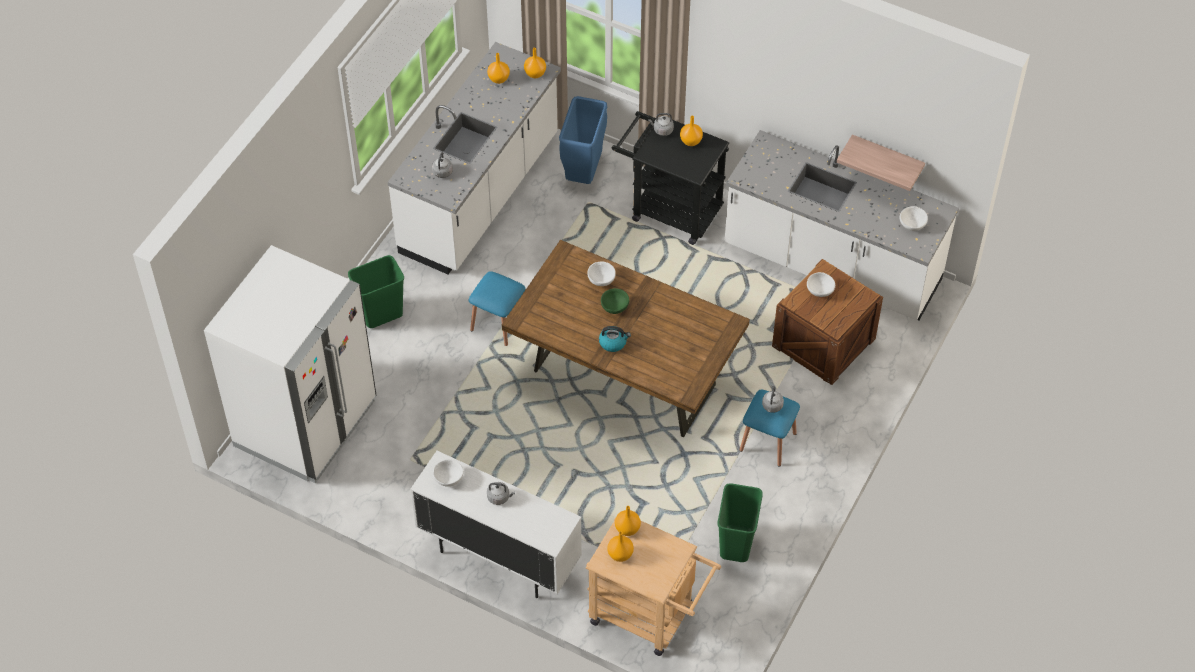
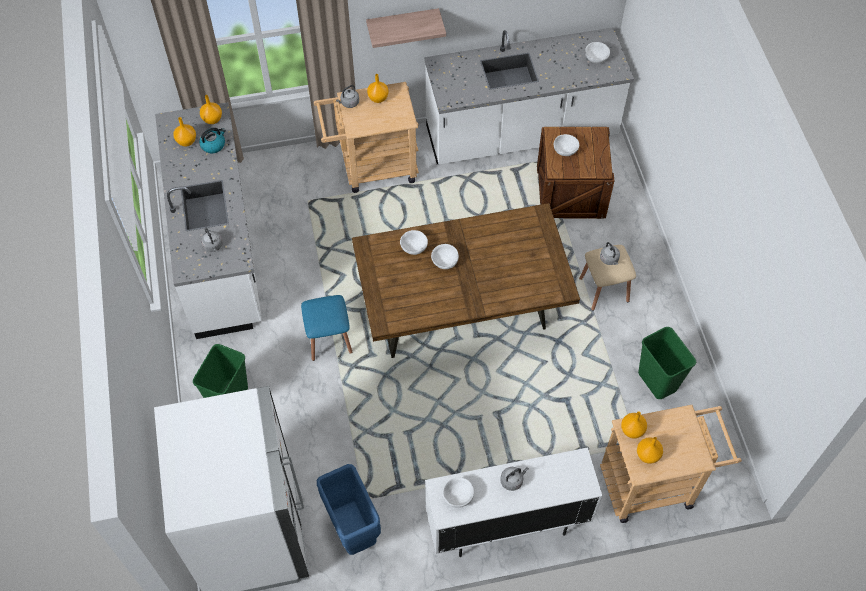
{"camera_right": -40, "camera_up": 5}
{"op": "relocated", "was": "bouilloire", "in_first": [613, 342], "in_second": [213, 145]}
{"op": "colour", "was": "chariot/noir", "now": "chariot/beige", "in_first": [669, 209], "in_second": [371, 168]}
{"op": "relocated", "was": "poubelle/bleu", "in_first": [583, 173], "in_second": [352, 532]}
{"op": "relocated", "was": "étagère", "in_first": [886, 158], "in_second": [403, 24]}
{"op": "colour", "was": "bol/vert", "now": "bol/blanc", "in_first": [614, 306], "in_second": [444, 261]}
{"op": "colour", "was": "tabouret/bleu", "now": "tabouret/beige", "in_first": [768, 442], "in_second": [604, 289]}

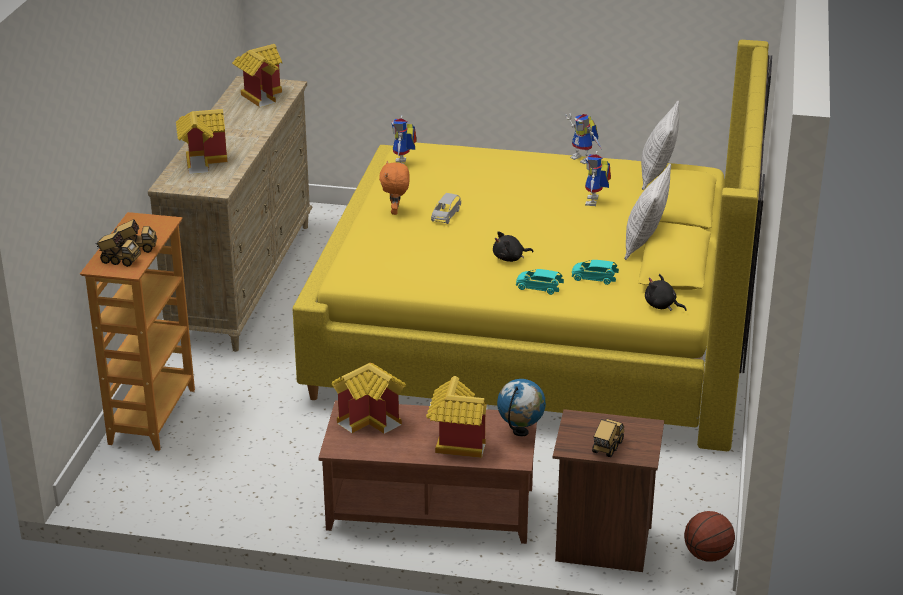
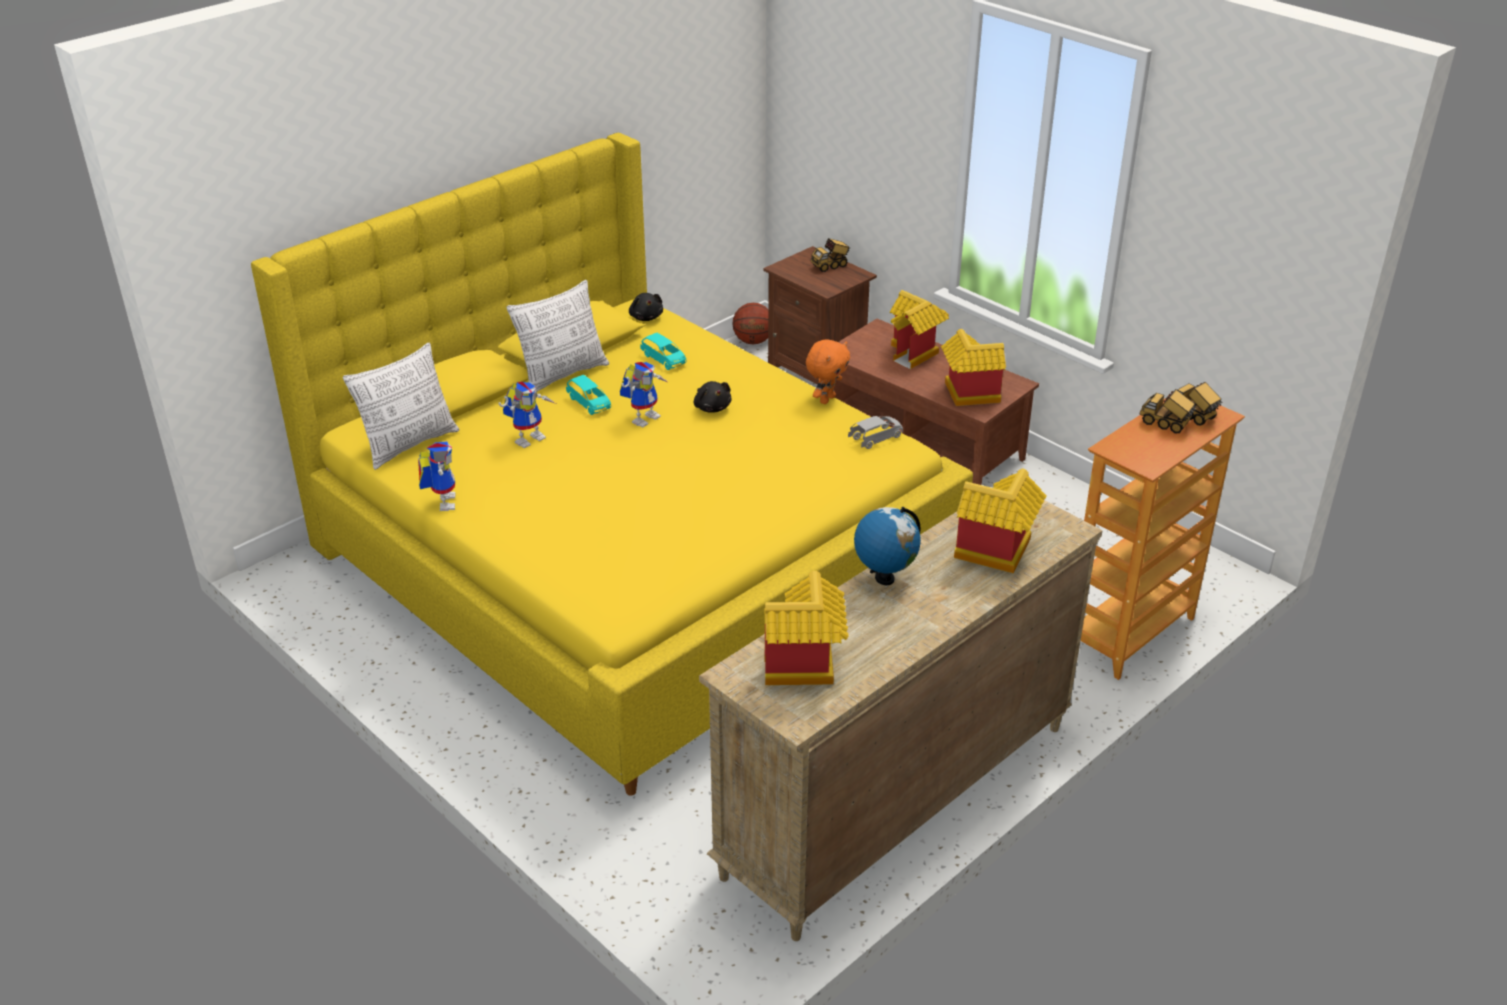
{"camera_right": -145, "camera_up": 5}
{"op": "relocated", "was": "petite voiture/turquoise", "in_first": [539, 288], "in_second": [589, 403]}
{"op": "relocated", "was": "robot jouet", "in_first": [403, 164], "in_second": [644, 417]}
{"op": "spun", "was": "peluche/noir", "in_first": [510, 258], "in_second": [712, 407], "clockwise": 45}
{"op": "relocated", "was": "peluche/orange", "in_first": [395, 211], "in_second": [826, 399]}
{"op": "relocated", "was": "petite voiture/gris", "in_first": [445, 215], "in_second": [876, 438]}
{"op": "relocated", "was": "globe", "in_first": [520, 432], "in_second": [884, 578]}

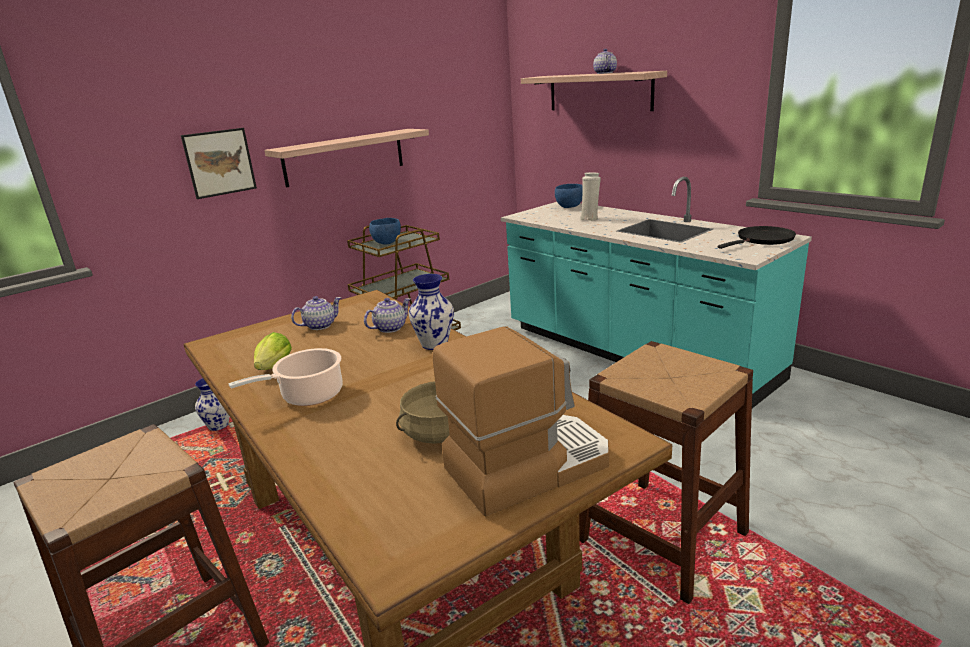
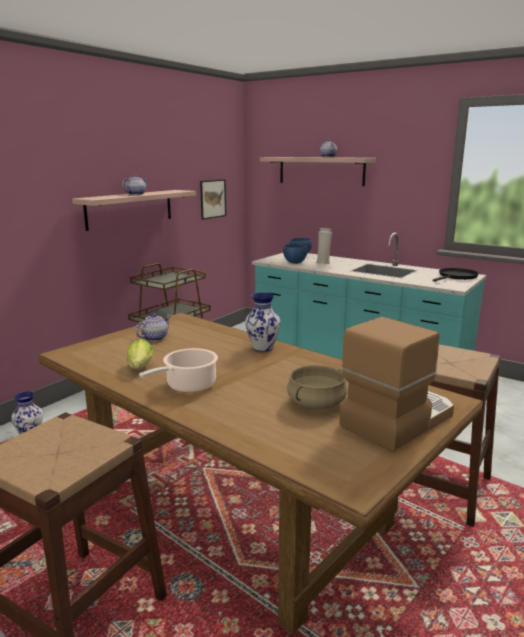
{"camera_right": -15, "camera_up": -5}
{"op": "relocated", "was": "théière", "in_first": [390, 328], "in_second": [136, 194]}
{"op": "relocated", "was": "tableau", "in_first": [219, 162], "in_second": [213, 199]}
{"op": "relocated", "was": "bol/bleu", "in_first": [386, 243], "in_second": [294, 262]}

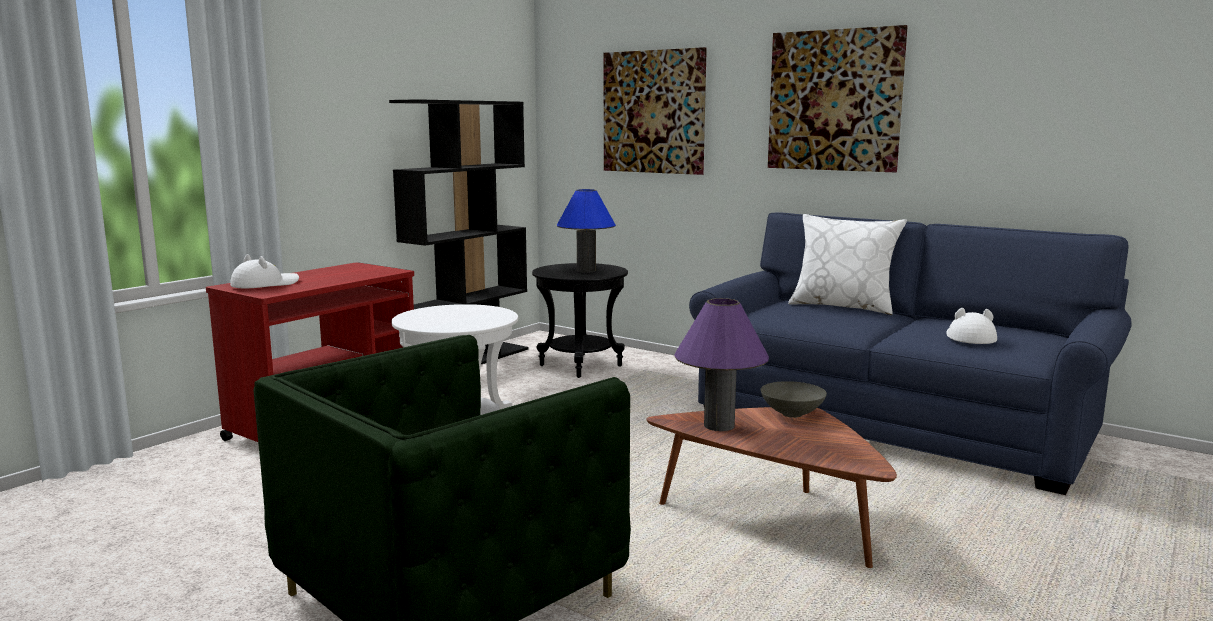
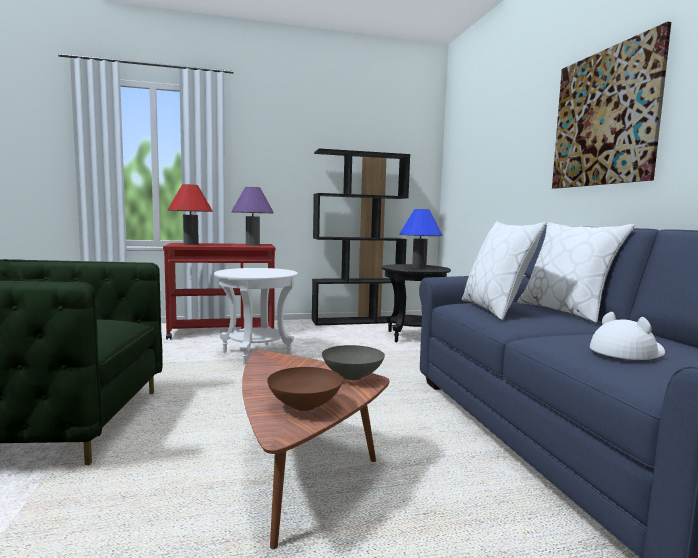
{"camera_right": 40, "camera_up": -5}
{"op": "exchanged", "was": "chapeau/blanc", "now": "lampe de table/rouge", "in_first": [265, 285], "in_second": [191, 244]}
{"op": "relocated", "was": "lampe de table/violet", "in_first": [719, 425], "in_second": [252, 245]}
{"op": "appeared", "now": "bol/marron", "in_second": [303, 406]}
{"op": "appeared", "now": "coussin/blanc", "in_second": [495, 309]}
{"op": "missing", "was": "tableau", "in_first": [653, 112]}

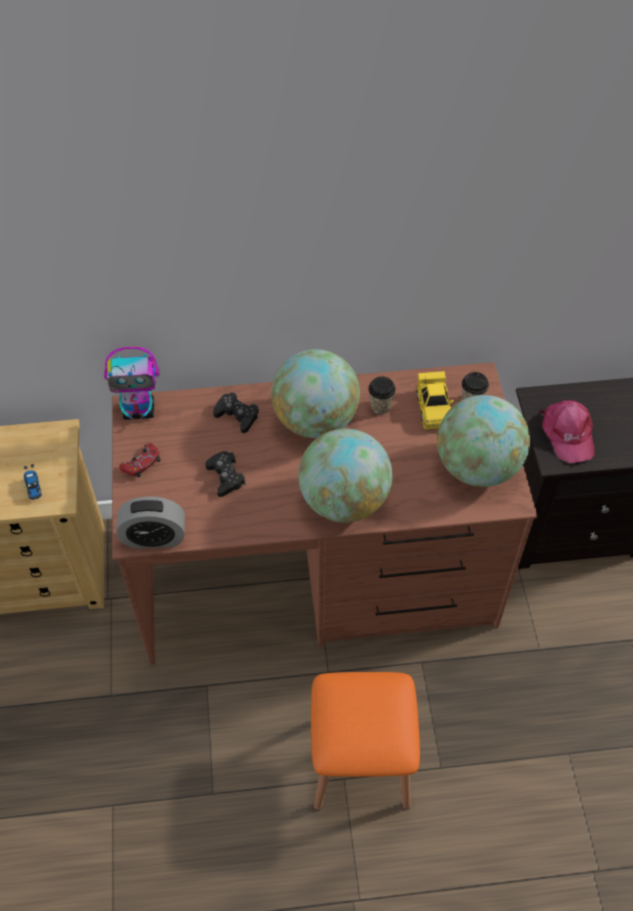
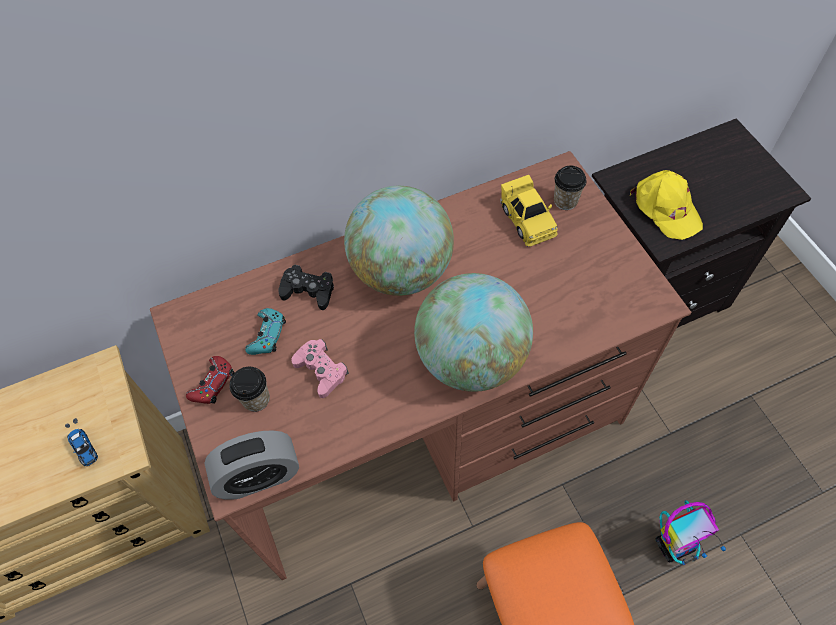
{"camera_right": -15, "camera_up": 5}
{"op": "relocated", "was": "tasse", "in_first": [380, 406], "in_second": [256, 399]}
{"op": "appeared", "now": "manette/turquoise", "in_second": [267, 335]}
{"op": "colour", "was": "manette/noir", "now": "manette/rose", "in_first": [226, 477], "in_second": [321, 370]}
{"op": "colour", "was": "casquette/rose", "now": "casquette/jaune", "in_first": [567, 434], "in_second": [665, 208]}
{"op": "relocated", "was": "robot jouet", "in_first": [140, 410], "in_second": [674, 544]}
{"op": "missing", "was": "globe", "in_first": [477, 466]}

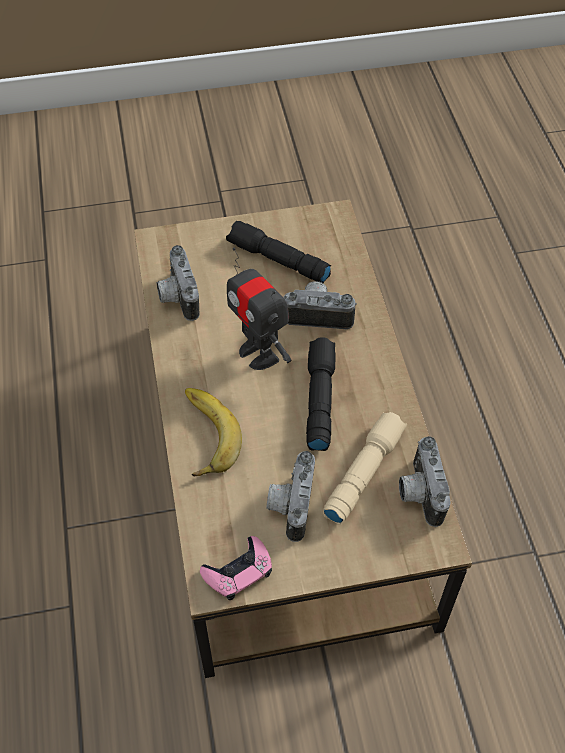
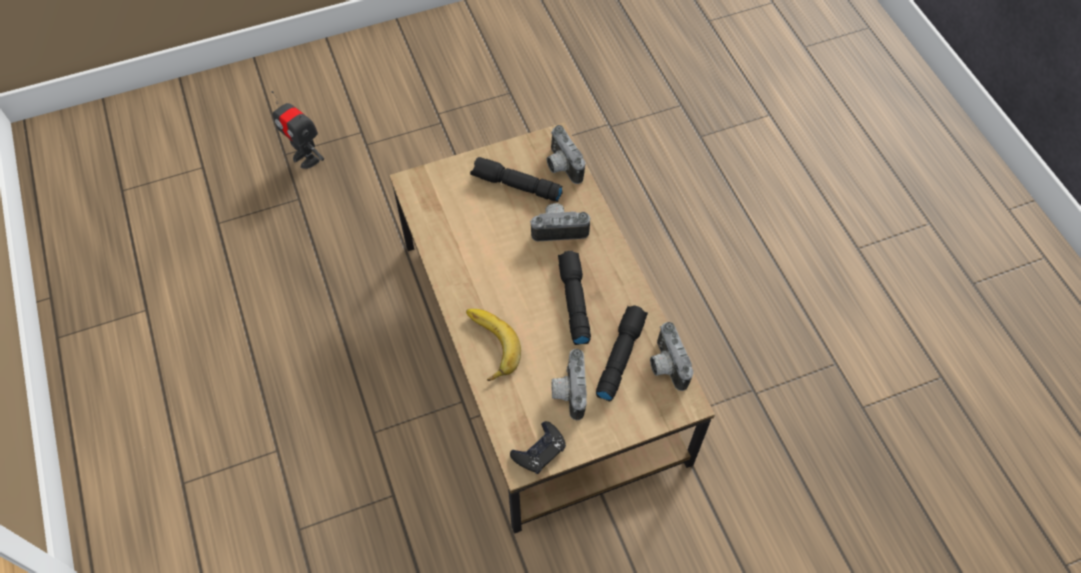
{"camera_right": -10, "camera_up": 5}
{"op": "relocated", "was": "robot jouet", "in_first": [259, 353], "in_second": [306, 158]}
{"op": "colour", "was": "manette/rose", "now": "manette/noir", "in_first": [238, 571], "in_second": [539, 450]}
{"op": "relocated", "was": "appareil photo", "in_first": [177, 297], "in_second": [561, 166]}
{"op": "colour", "was": "lampe de poche/beige", "now": "lampe de poche/noir", "in_first": [363, 472], "in_second": [619, 356]}

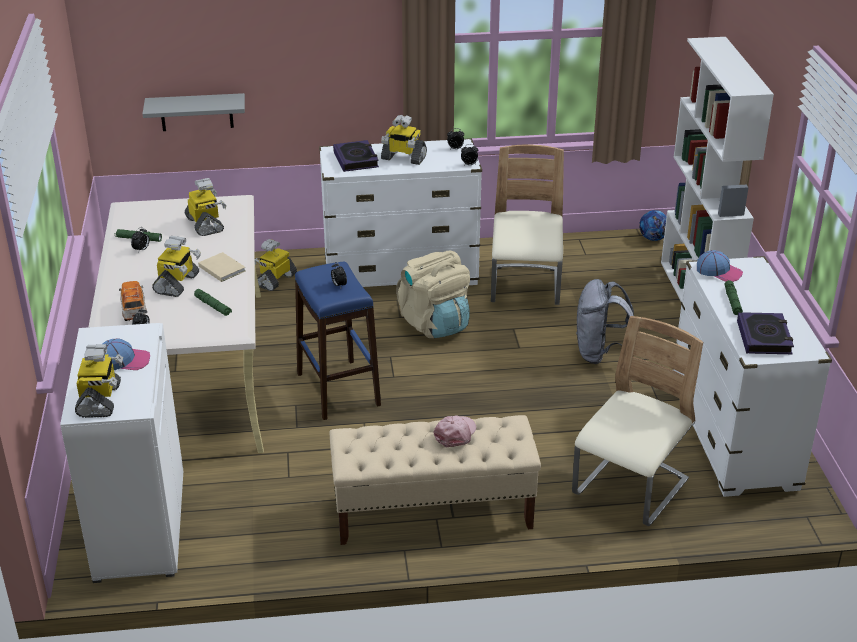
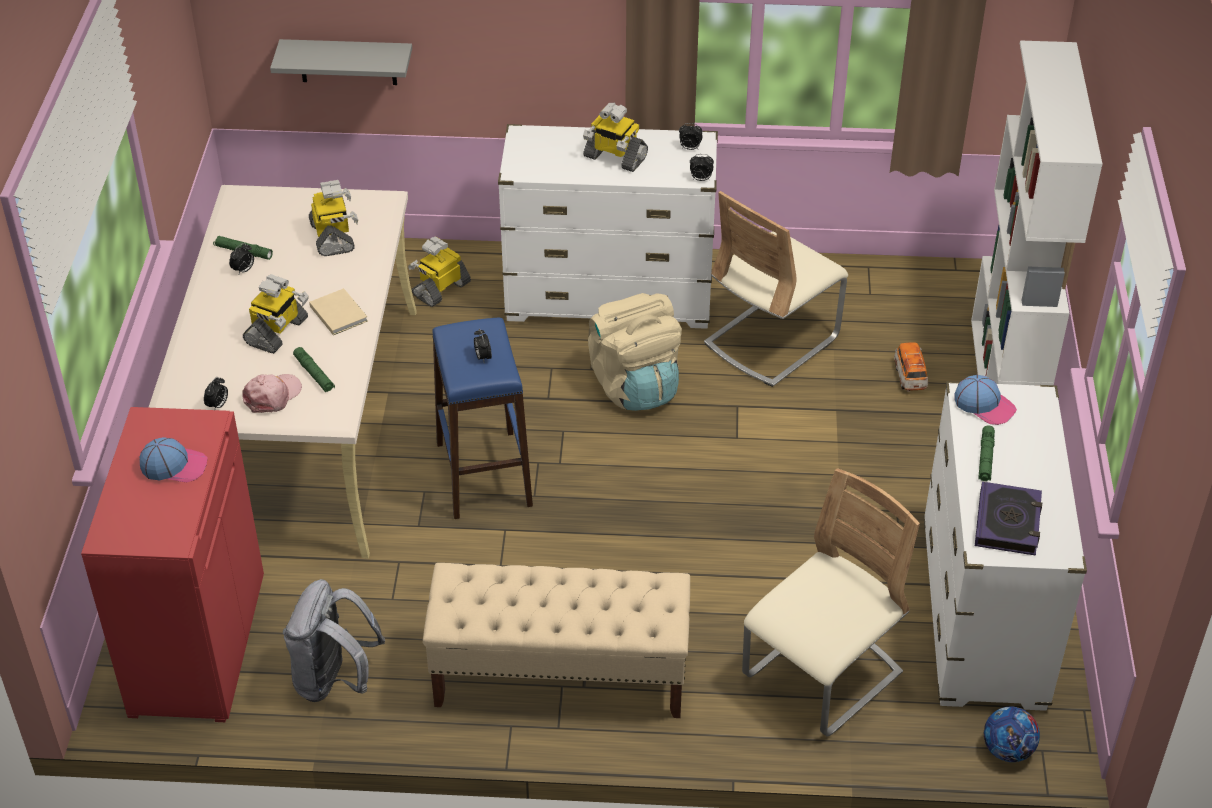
{"camera_right": 10, "camera_up": 10}
{"op": "colour", "was": "meuble de rangement/blanc", "now": "meuble de rangement/rouge", "in_first": [138, 525], "in_second": [196, 643]}
{"op": "relocated", "was": "casquette/rose", "in_first": [455, 433], "in_second": [273, 396]}
{"op": "relocated", "was": "sac à dos/gris", "in_first": [600, 353], "in_second": [334, 680]}
{"op": "spun", "was": "chaise/beige", "in_first": [525, 287], "in_second": [771, 340], "clockwise": -150}
{"op": "relocated", "was": "petite voiture", "in_first": [134, 311], "in_second": [909, 376]}
{"op": "relocated", "was": "ballon de foot", "in_first": [653, 238], "in_second": [1007, 750]}
{"op": "missing", "was": "robot jouet", "in_first": [100, 400]}
{"op": "missing", "was": "livre", "in_first": [356, 159]}

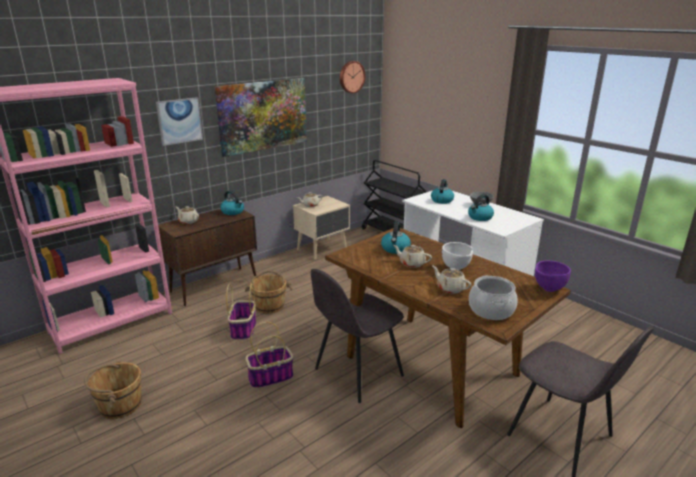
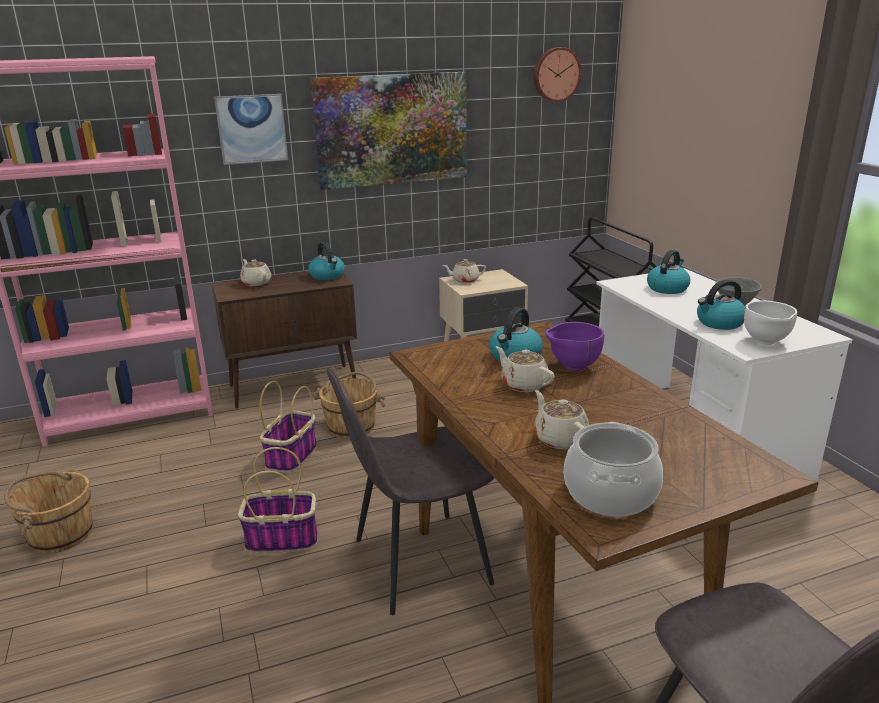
{"camera_right": 20, "camera_up": 0}
{"op": "relocated", "was": "bol/violet", "in_first": [548, 289], "in_second": [572, 367]}
{"op": "relocated", "was": "bol/blanc", "in_first": [456, 269], "in_second": [766, 343]}

